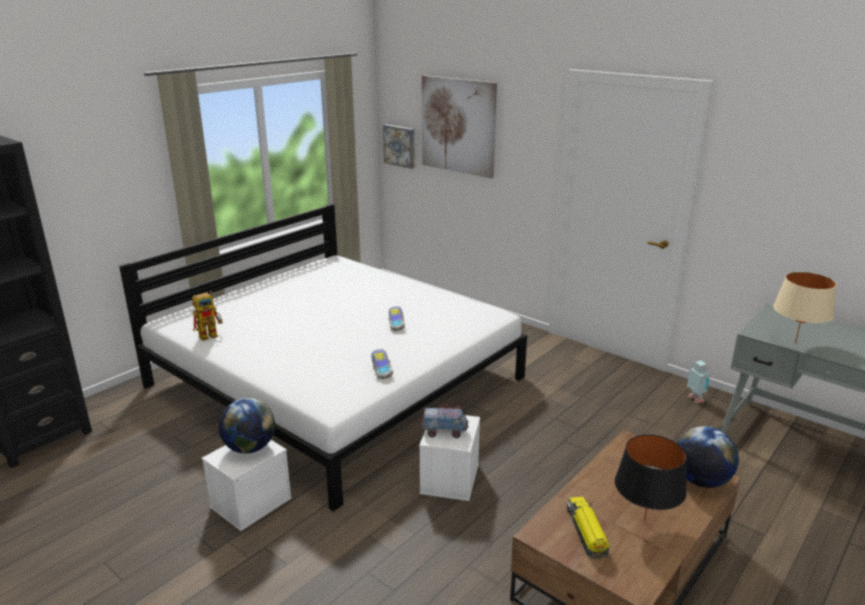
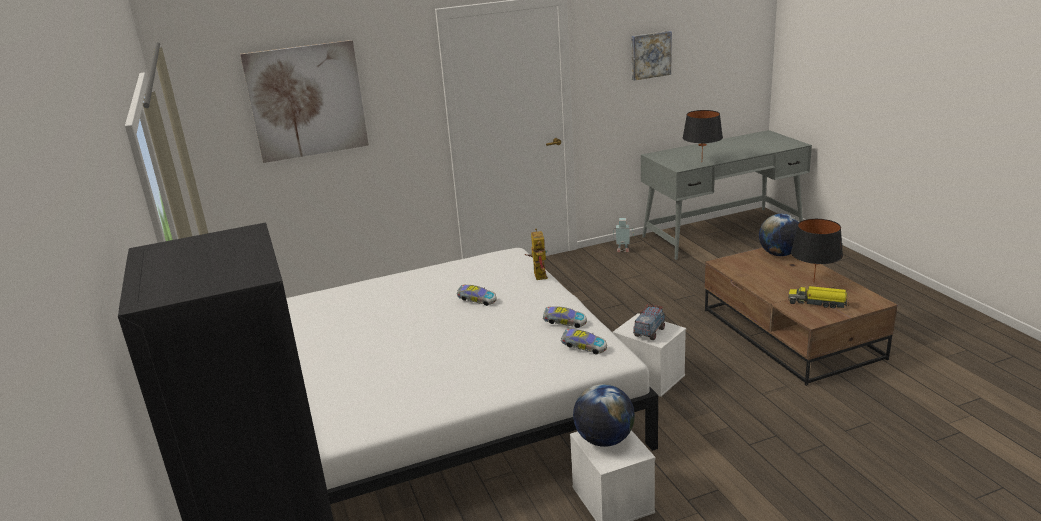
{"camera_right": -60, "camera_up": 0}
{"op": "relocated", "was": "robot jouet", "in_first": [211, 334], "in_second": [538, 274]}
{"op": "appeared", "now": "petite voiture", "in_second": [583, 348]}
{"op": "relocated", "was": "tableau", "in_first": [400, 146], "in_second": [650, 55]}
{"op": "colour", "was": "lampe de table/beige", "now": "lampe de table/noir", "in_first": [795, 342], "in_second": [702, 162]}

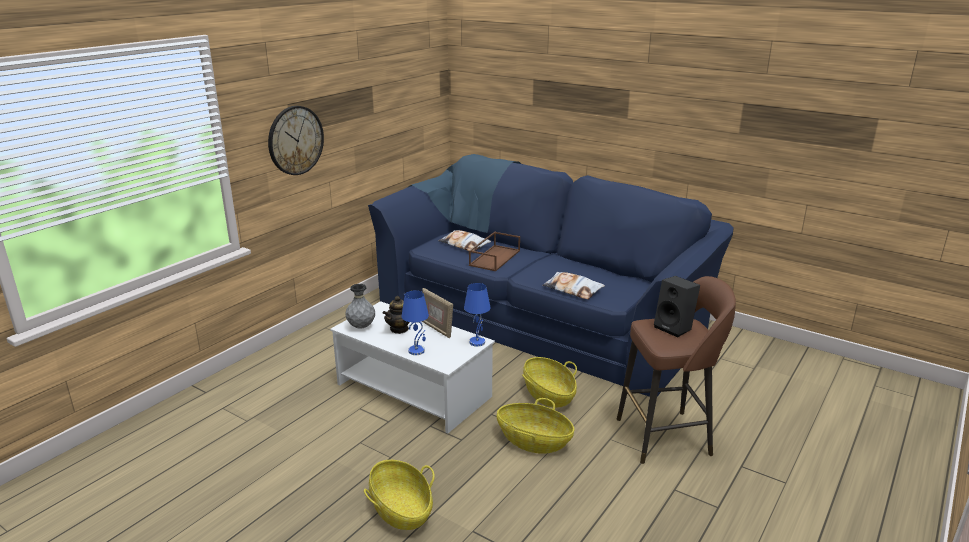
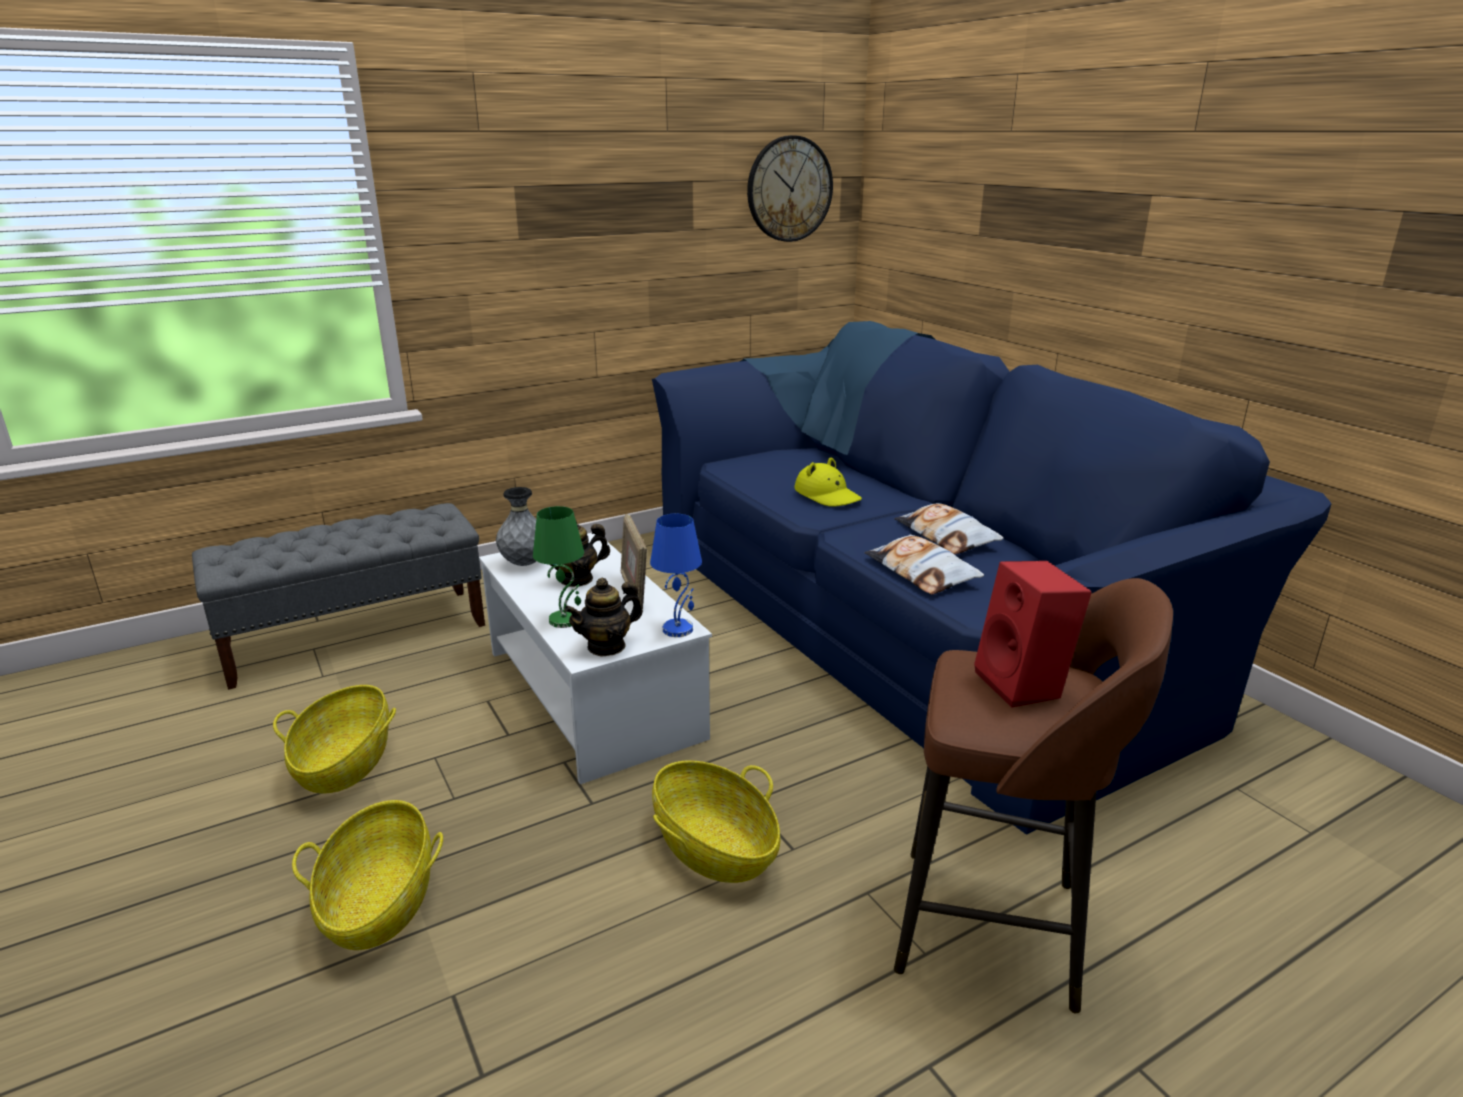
{"camera_right": 25, "camera_up": 0}
{"op": "appeared", "now": "banc/gris", "in_second": [357, 635]}
{"op": "relocated", "was": "panier", "in_first": [548, 395], "in_second": [345, 763]}
{"op": "colour", "was": "lampe de table/bleu", "now": "lampe de table/vert", "in_first": [417, 350], "in_second": [565, 620]}
{"op": "appeared", "now": "théière", "in_second": [606, 646]}
{"op": "relocated", "was": "horloge murale", "in_first": [295, 140], "in_second": [789, 189]}
{"op": "exchanged", "was": "plateau/marron", "now": "chapeau/jaune", "in_first": [494, 257], "in_second": [827, 495]}
{"op": "relocated", "was": "coussin", "in_first": [464, 245], "in_second": [946, 536]}
{"op": "colour", "was": "enceinte/noir", "now": "enceinte/rouge", "in_first": [675, 328], "in_second": [1025, 685]}

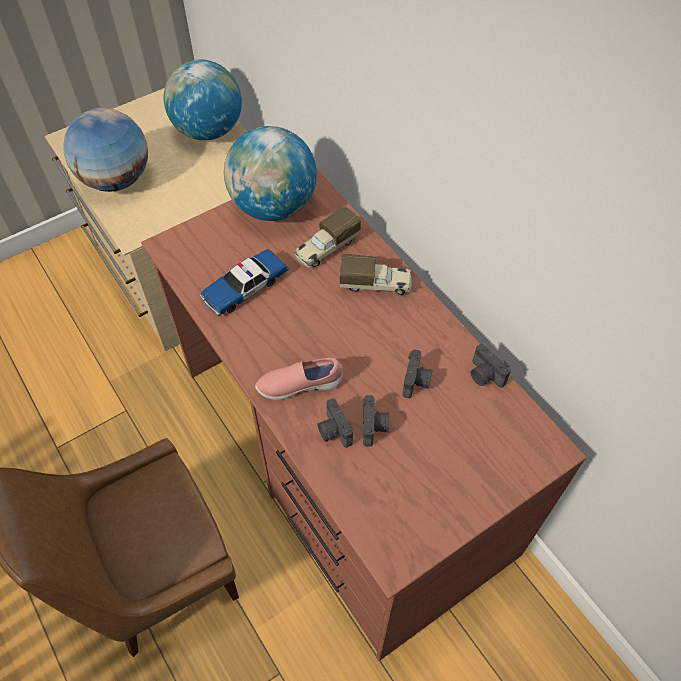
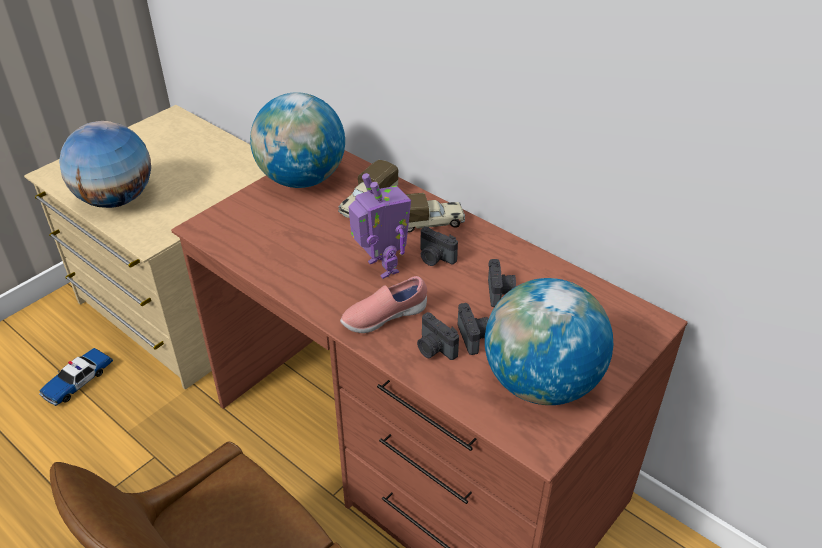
{"camera_right": -15, "camera_up": -15}
{"op": "relocated", "was": "petite voiture", "in_first": [245, 287], "in_second": [78, 381]}
{"op": "appeared", "now": "robot jouet", "in_second": [381, 268]}
{"op": "relocated", "was": "appareil photo", "in_first": [484, 375], "in_second": [435, 258]}
{"op": "relocated", "was": "globe", "in_first": [208, 130], "in_second": [540, 383]}

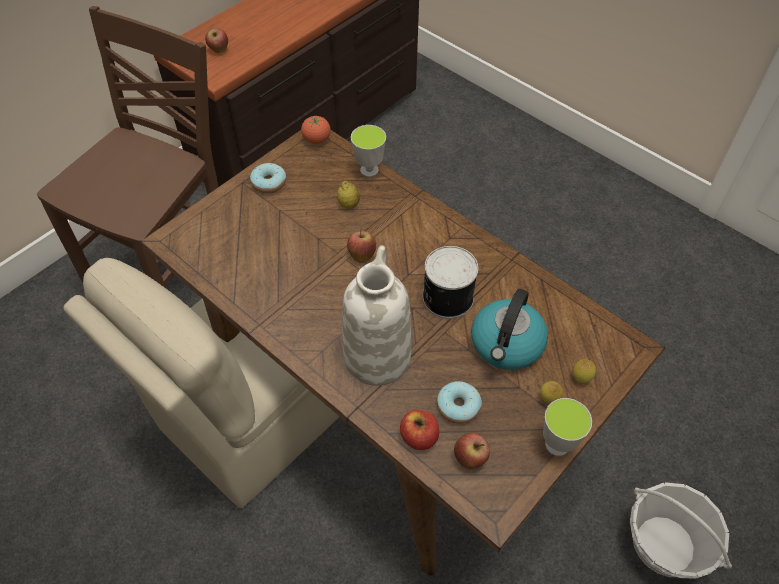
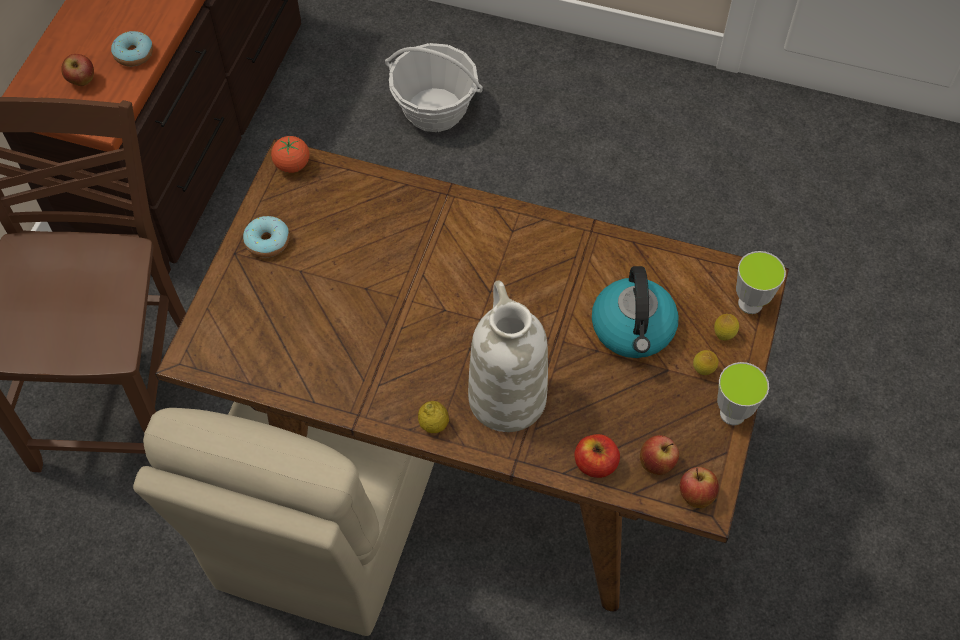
{"camera_right": -25, "camera_up": 5}
{"op": "relocated", "was": "beignet", "in_first": [458, 406], "in_second": [134, 54]}
{"op": "relocated", "was": "panier", "in_first": [664, 545], "in_second": [434, 110]}
{"op": "relocated", "was": "citron", "in_first": [348, 205], "in_second": [434, 425]}
{"op": "relocated", "was": "pomme", "in_first": [362, 255], "in_second": [695, 495]}
{"op": "relocated", "was": "tasse", "in_first": [369, 170], "in_second": [750, 303]}
{"op": "missing", "was": "boîte métallique", "in_first": [446, 297]}

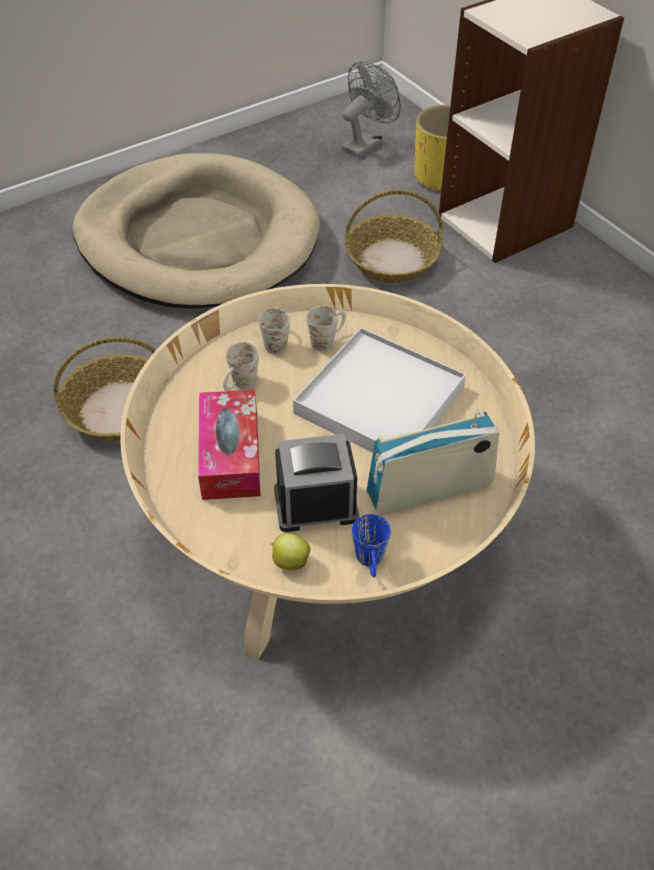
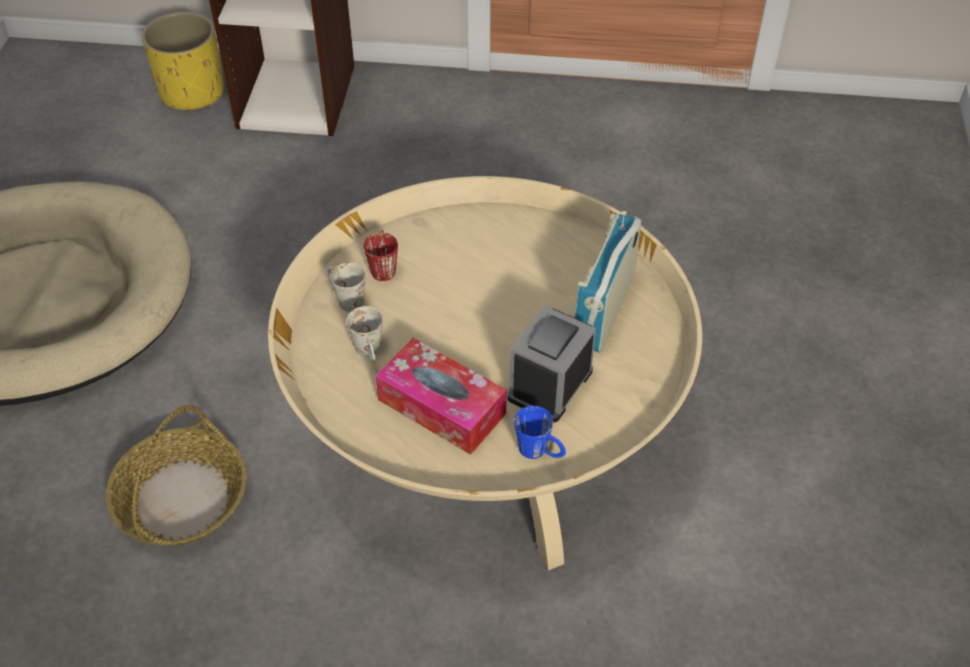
{"camera_right": -50, "camera_up": 0}
{"op": "colour", "was": "mug/blanc", "now": "mug/rouge", "in_first": [328, 340], "in_second": [383, 266]}
{"op": "relocated", "was": "mug/bleu", "in_first": [371, 563], "in_second": [540, 452]}
{"op": "missing", "was": "pomme", "in_first": [290, 561]}
{"op": "missing", "was": "plateau/blanc", "in_first": [379, 400]}
{"op": "missing", "was": "ventilateur/gris", "in_first": [366, 143]}
{"op": "missing", "was": "panier", "in_first": [392, 259]}

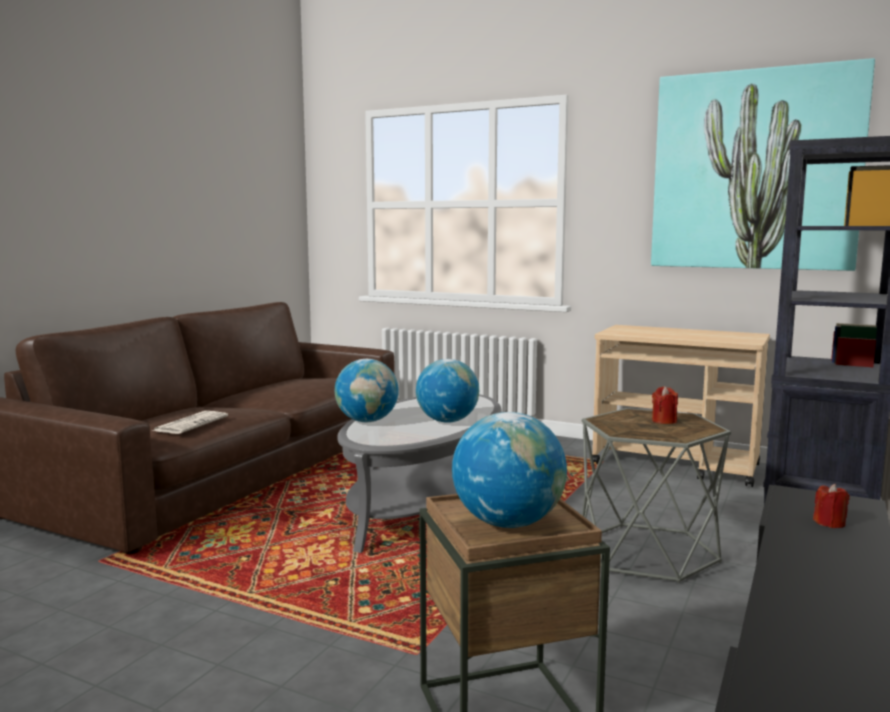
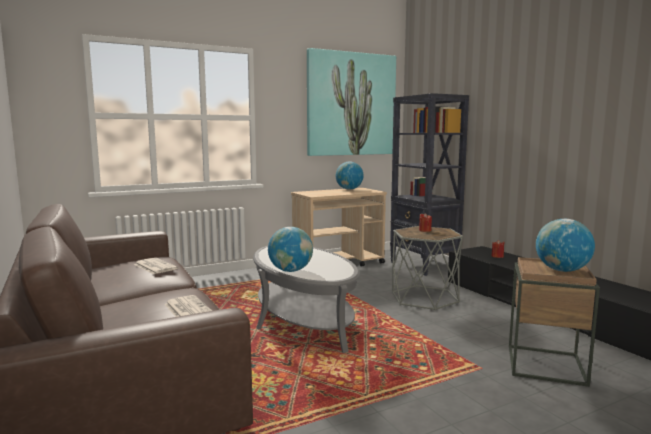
{"camera_right": -55, "camera_up": 0}
{"op": "appeared", "now": "journal", "in_second": [154, 266]}
{"op": "relocated", "was": "globe", "in_first": [447, 421], "in_second": [349, 189]}

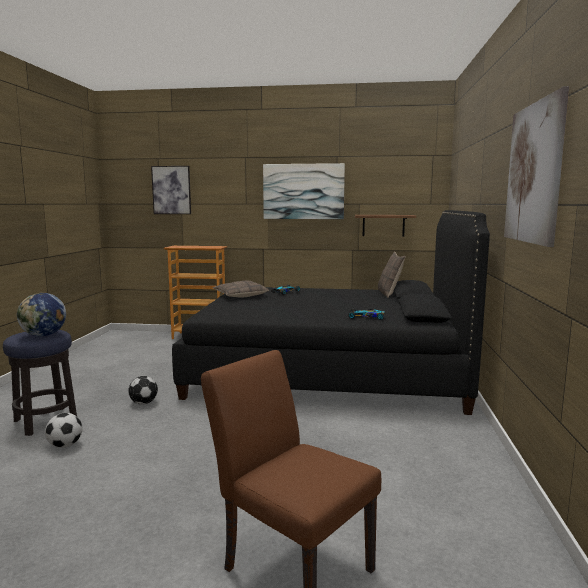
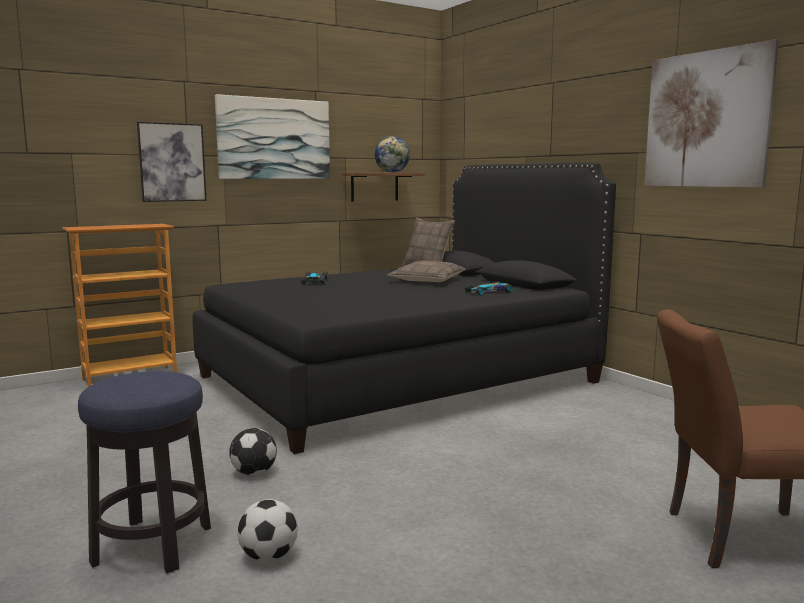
{"camera_right": -40, "camera_up": 0}
{"op": "relocated", "was": "tableau", "in_first": [171, 190], "in_second": [172, 162]}
{"op": "relocated", "was": "globe", "in_first": [44, 335], "in_second": [392, 172]}
{"op": "relocated", "was": "coussin", "in_first": [240, 295], "in_second": [427, 281]}

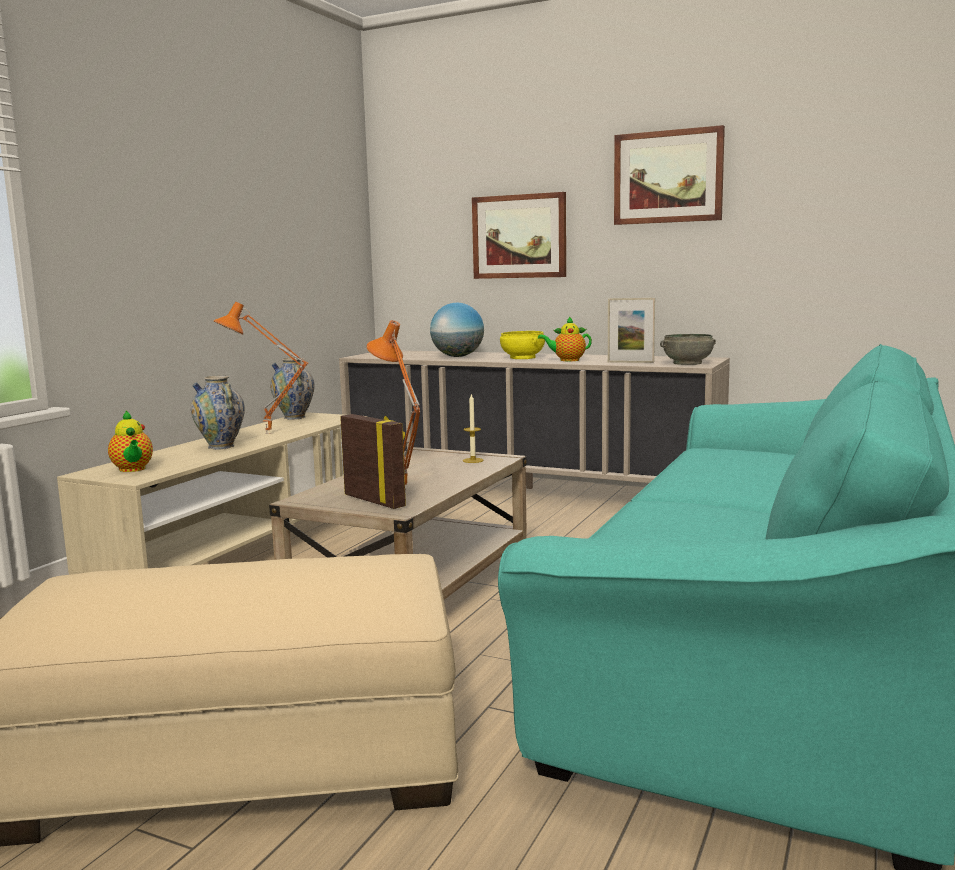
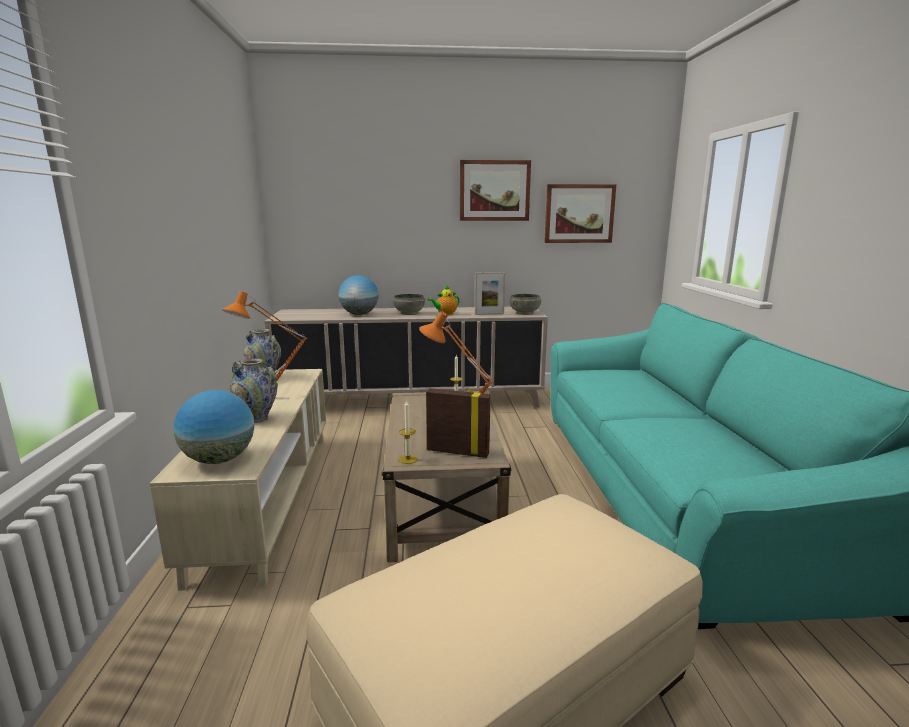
{"camera_right": -30, "camera_up": 5}
{"op": "exchanged", "was": "théière", "now": "globe", "in_first": [132, 469], "in_second": [219, 460]}
{"op": "colour", "was": "bol/jaune", "now": "bol/gris", "in_first": [523, 358], "in_second": [409, 313]}
{"op": "appeared", "now": "bougie", "in_second": [408, 459]}
{"op": "relocated", "was": "tableau", "in_first": [519, 236], "in_second": [579, 214]}

